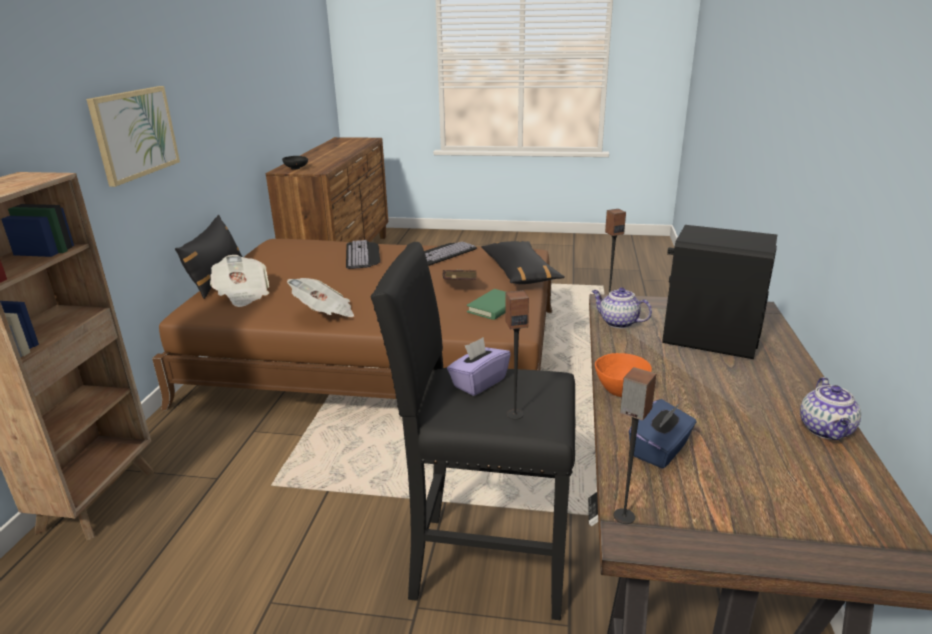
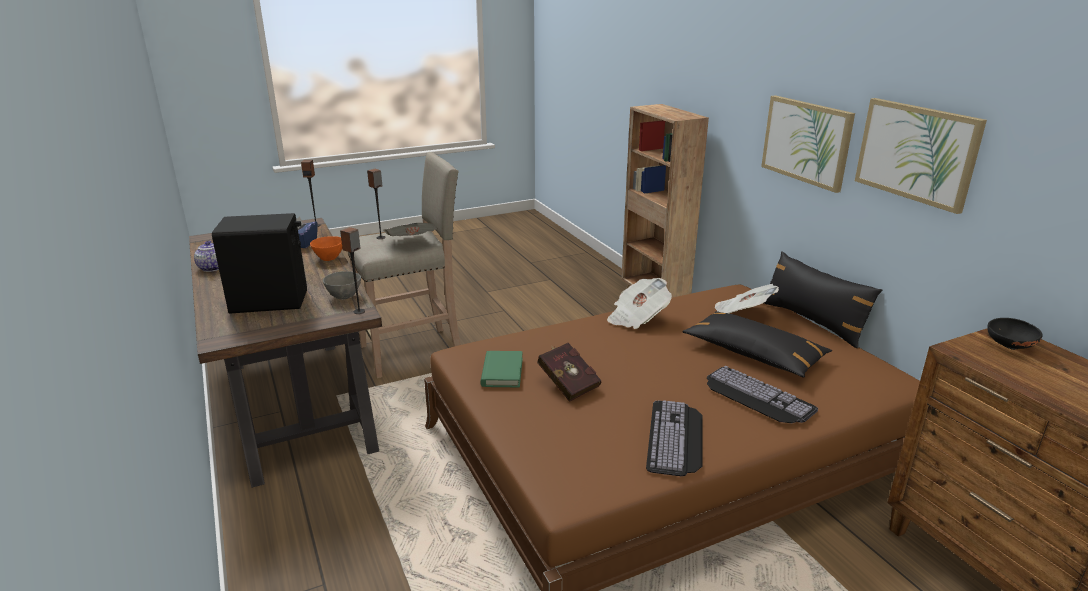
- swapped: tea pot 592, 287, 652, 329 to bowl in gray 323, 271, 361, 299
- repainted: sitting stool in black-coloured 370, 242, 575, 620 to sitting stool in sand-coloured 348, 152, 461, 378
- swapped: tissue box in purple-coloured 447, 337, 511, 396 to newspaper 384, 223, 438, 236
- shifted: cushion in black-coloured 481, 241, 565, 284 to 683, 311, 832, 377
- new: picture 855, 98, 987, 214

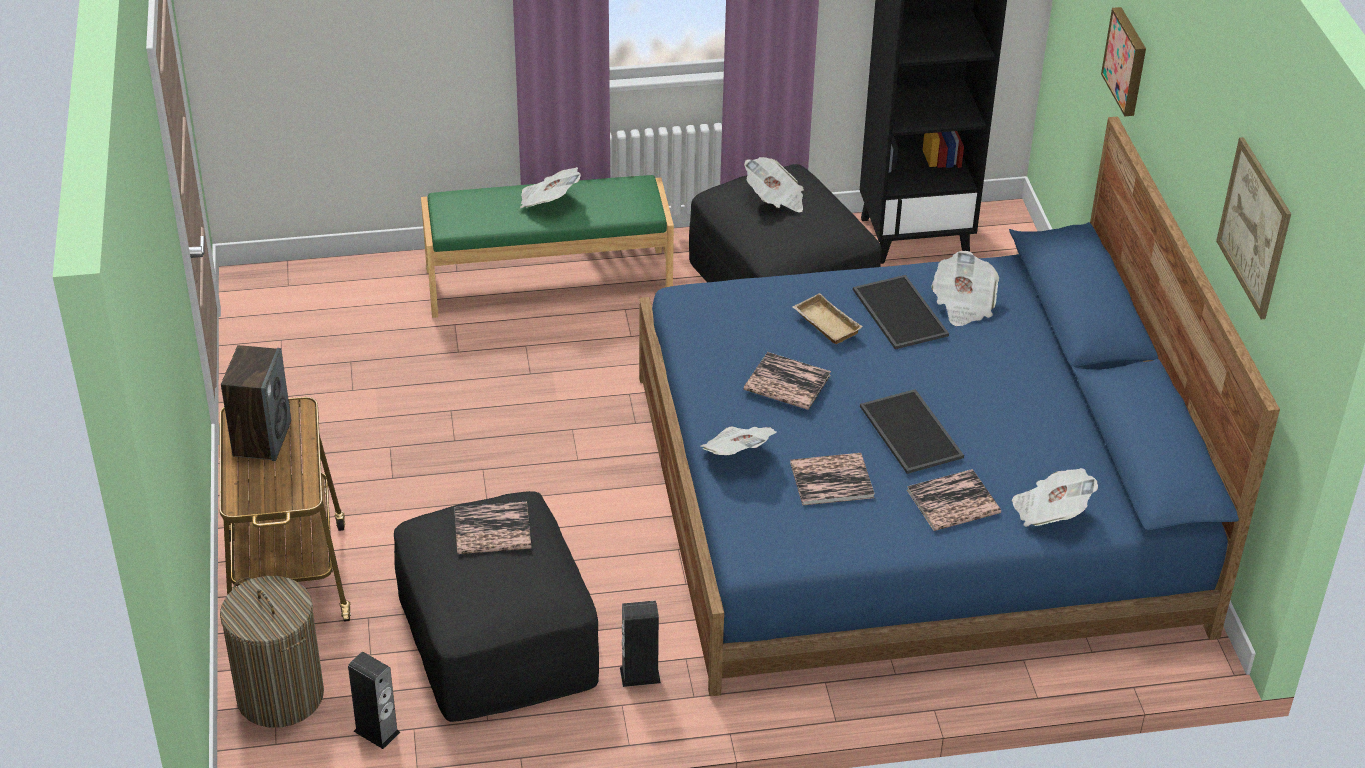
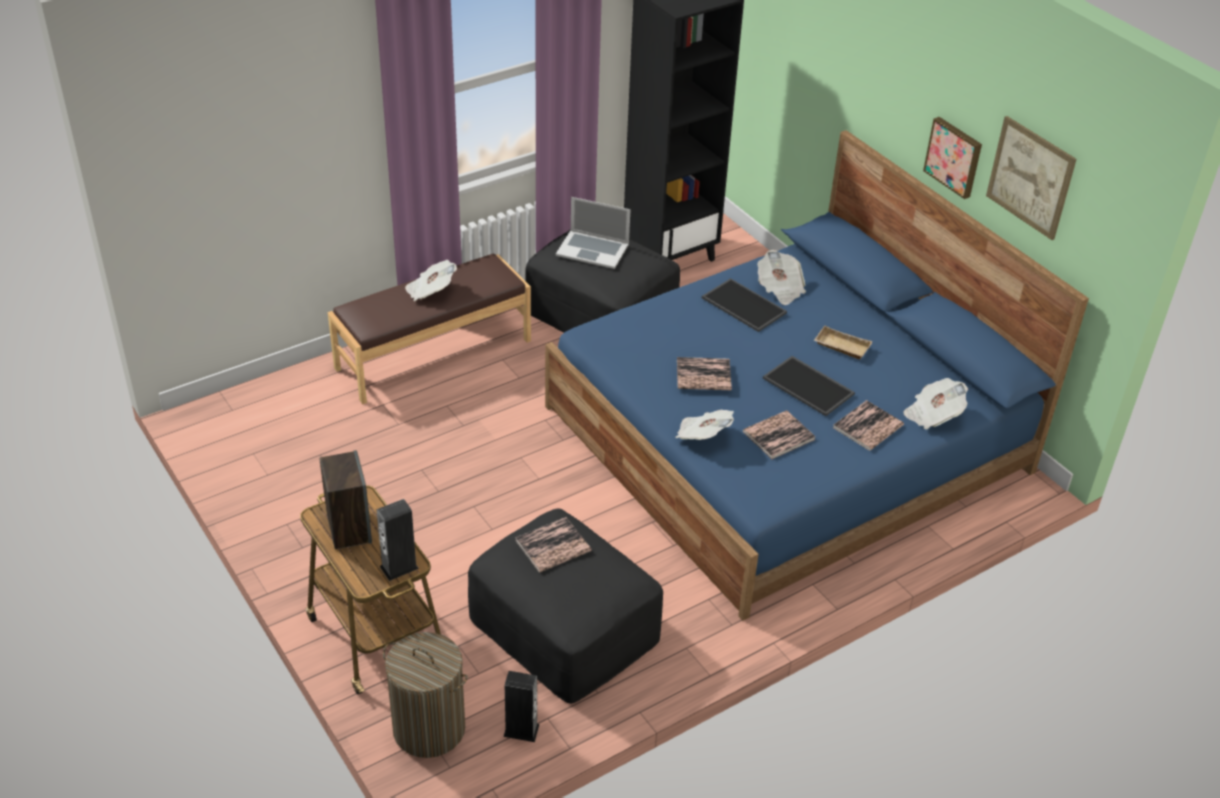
- repainted: indoor bench in green 421, 175, 674, 318 to indoor bench in brownish 328, 253, 531, 404
- shifted: speaker 620, 600, 661, 687 to 376, 499, 419, 581
- swapped: newspaper 744, 157, 804, 212 to notebook computer 556, 197, 631, 269
- shifted: carrying tray in sand-coloured 792, 293, 863, 344 to 814, 325, 873, 359
- shifted: picture 1101, 7, 1146, 116 to 923, 117, 982, 199

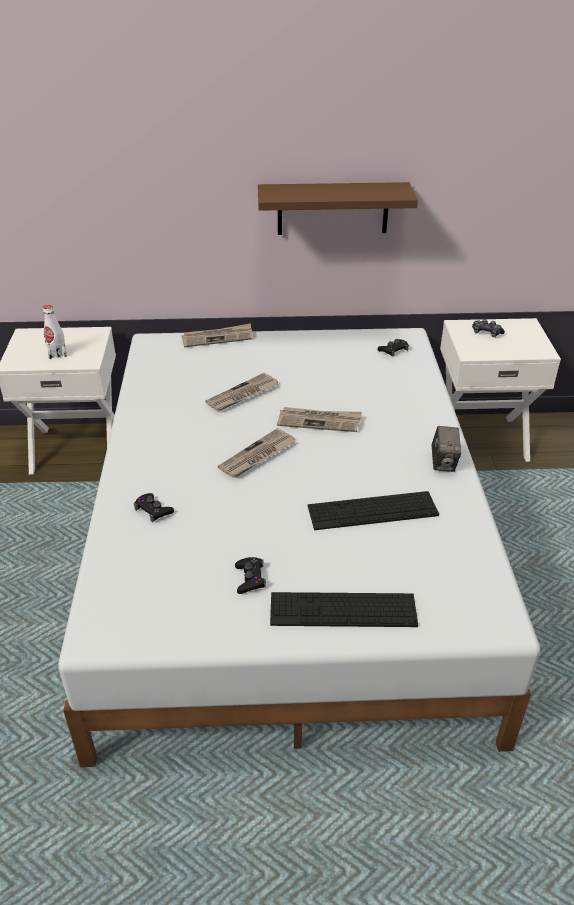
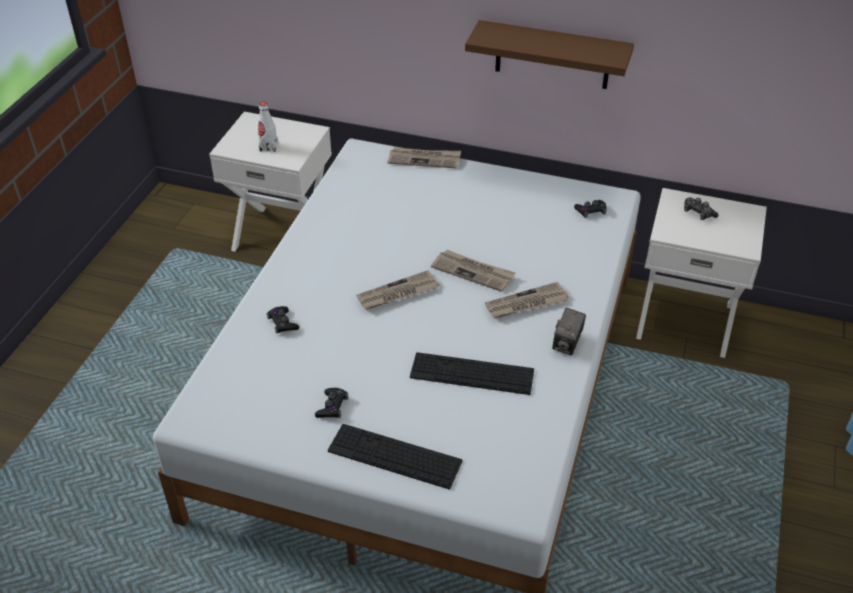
- shifted: newspaper 206, 373, 278, 412 to 485, 282, 569, 319

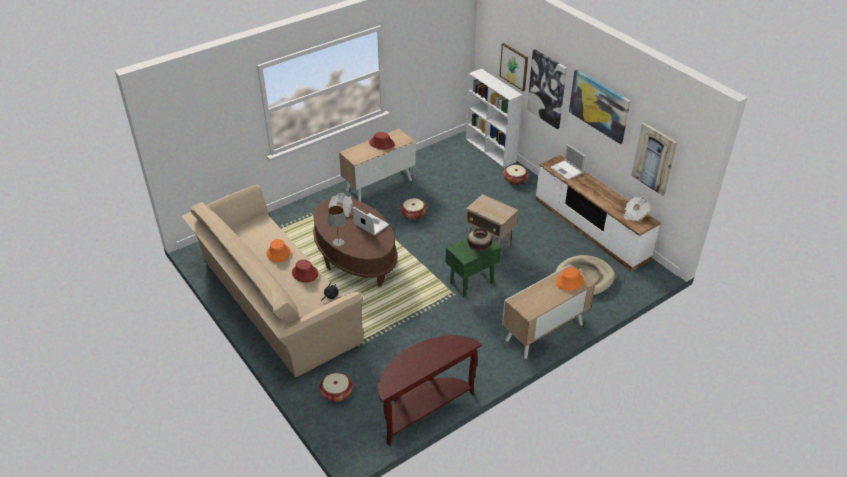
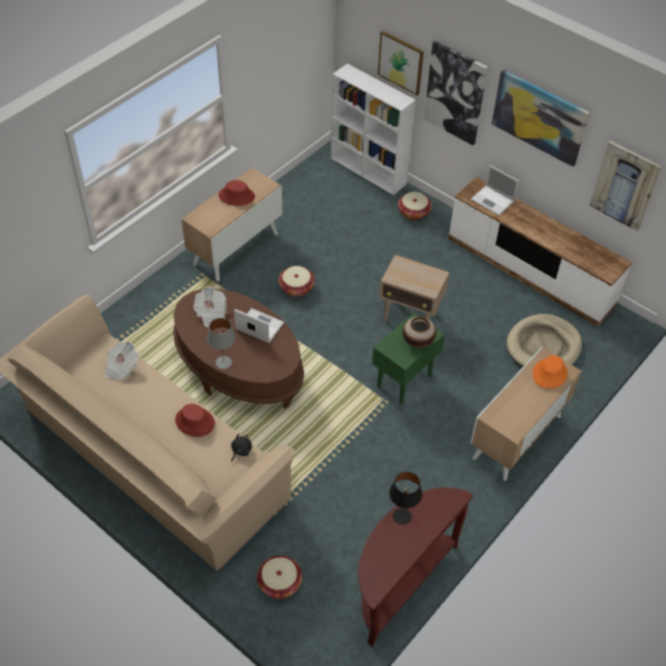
- shifted: newspaper 623, 197, 651, 222 to 104, 342, 139, 381
- new: table lamp in black-coloured 389, 472, 422, 525
- gone: hat in orange-coloured 267, 239, 291, 262

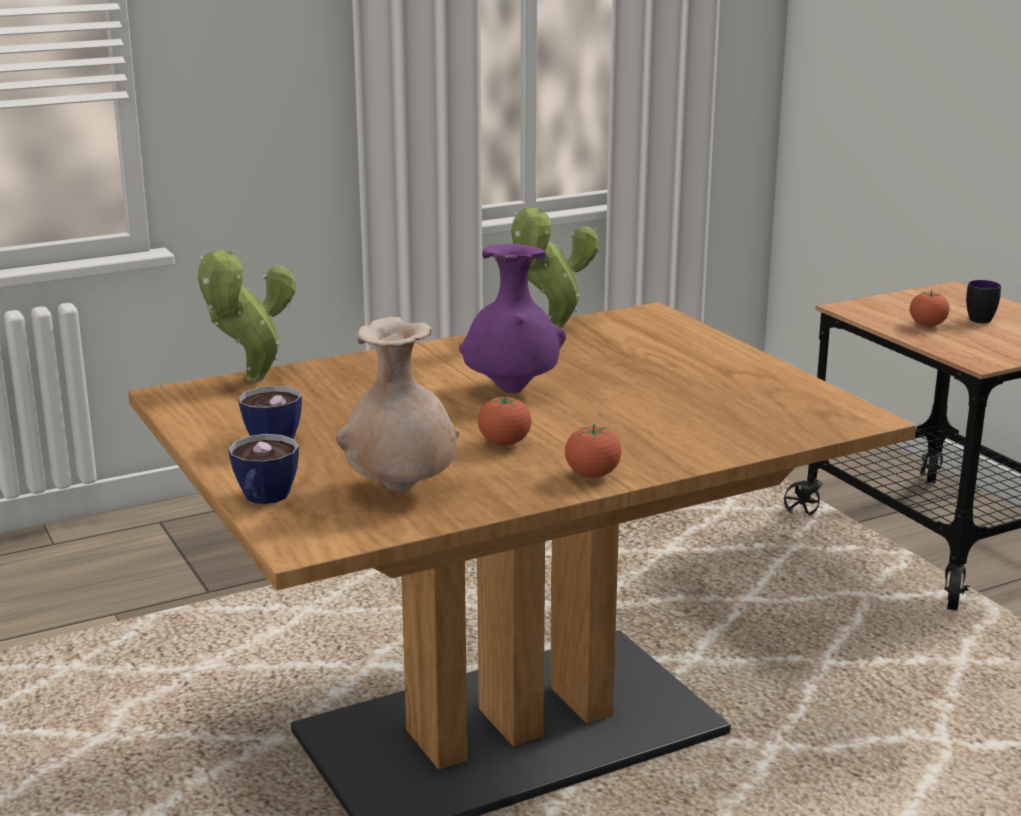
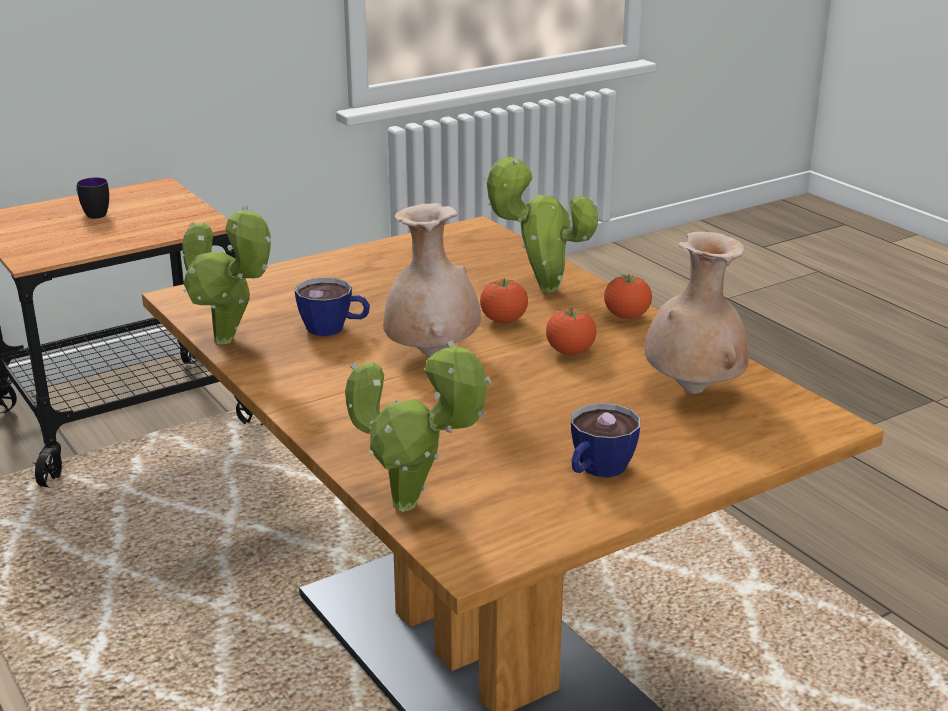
- shifted: small cup 228, 434, 299, 504 to 295, 277, 370, 336
- repainted: flower vase in purple-coloured 459, 244, 566, 393 to flower vase in sand-coloured 383, 203, 481, 357
- shifted: whole tomato 910, 290, 950, 326 to 480, 278, 528, 323
- new: houseplant 484, 157, 598, 293

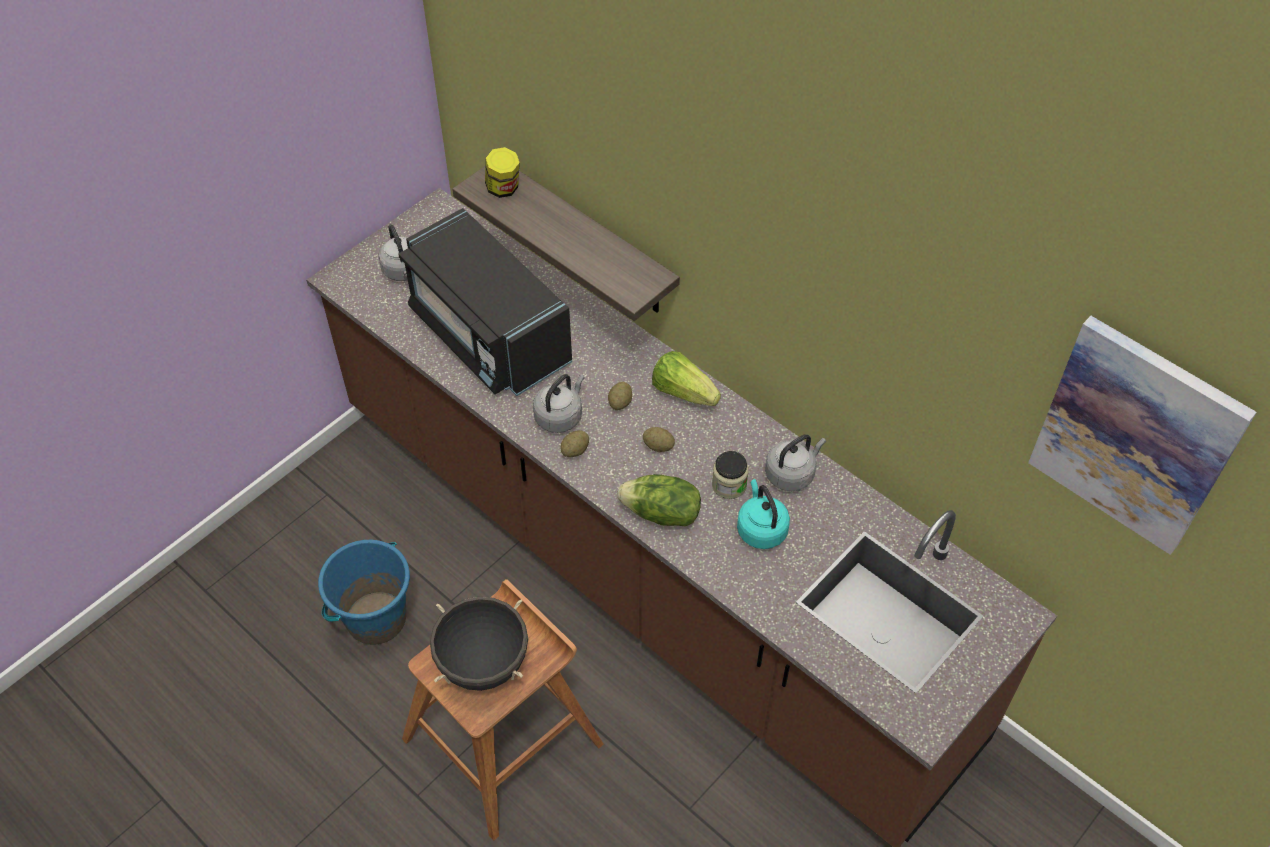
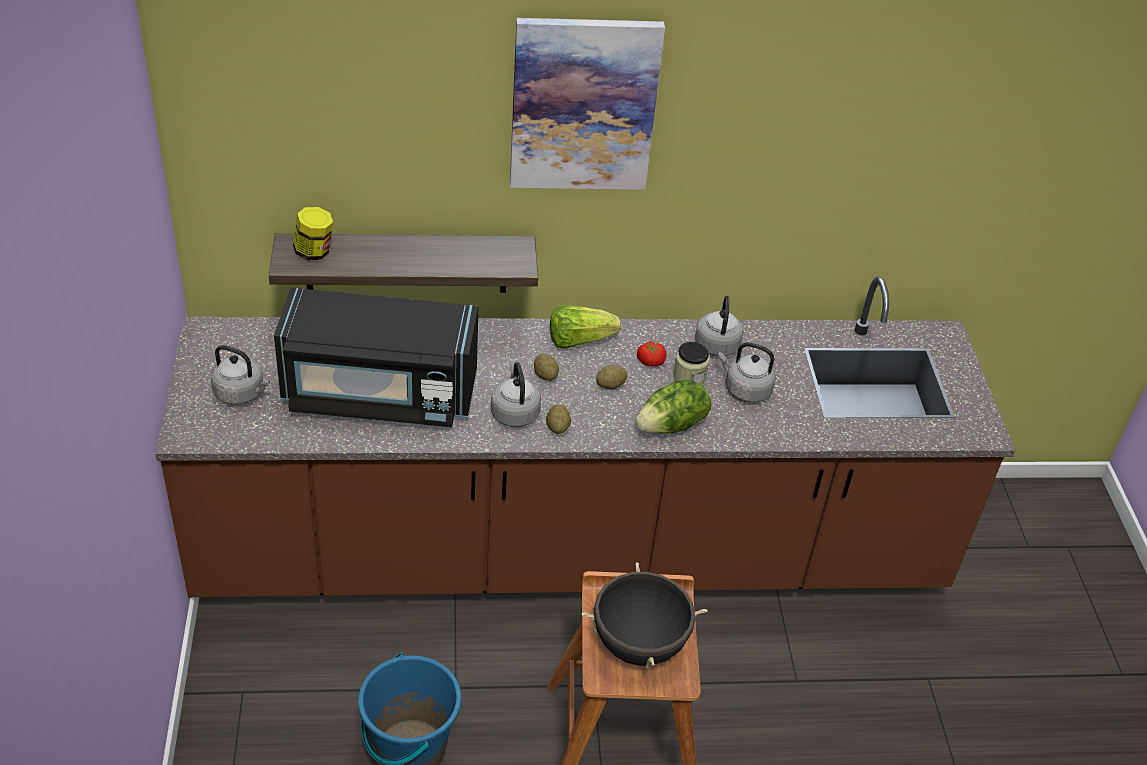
- shifted: picture 1028, 316, 1257, 555 to 510, 18, 665, 190
- new: whole tomato 637, 341, 667, 367
- repainted: tea kettle in turquoise-coloured 737, 479, 790, 549 to tea kettle in gray 718, 342, 776, 403

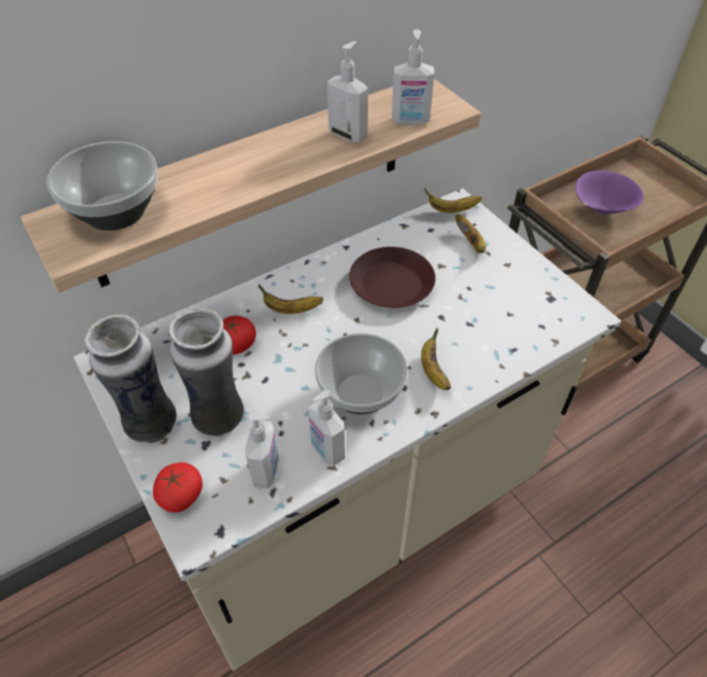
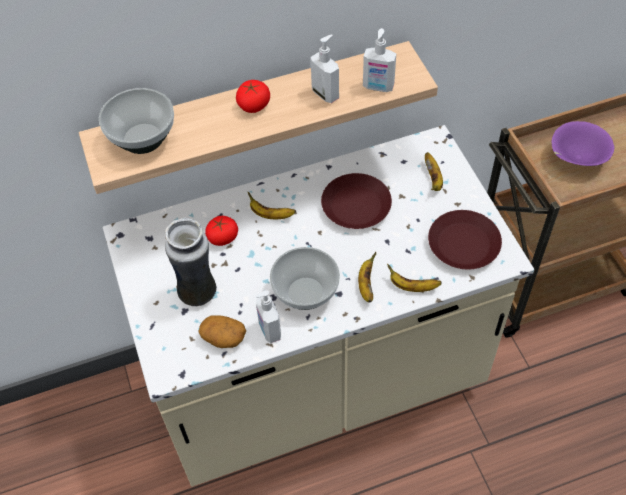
- swapped: liquid soap bottle 245, 413, 279, 488 to potato 198, 315, 246, 348
- shifted: whole tomato 153, 462, 203, 513 to 236, 80, 270, 113
- shifted: banana 424, 188, 482, 213 to 387, 264, 442, 292
- new: plate in brownish 428, 210, 502, 269
- gone: flower vase 84, 314, 177, 443

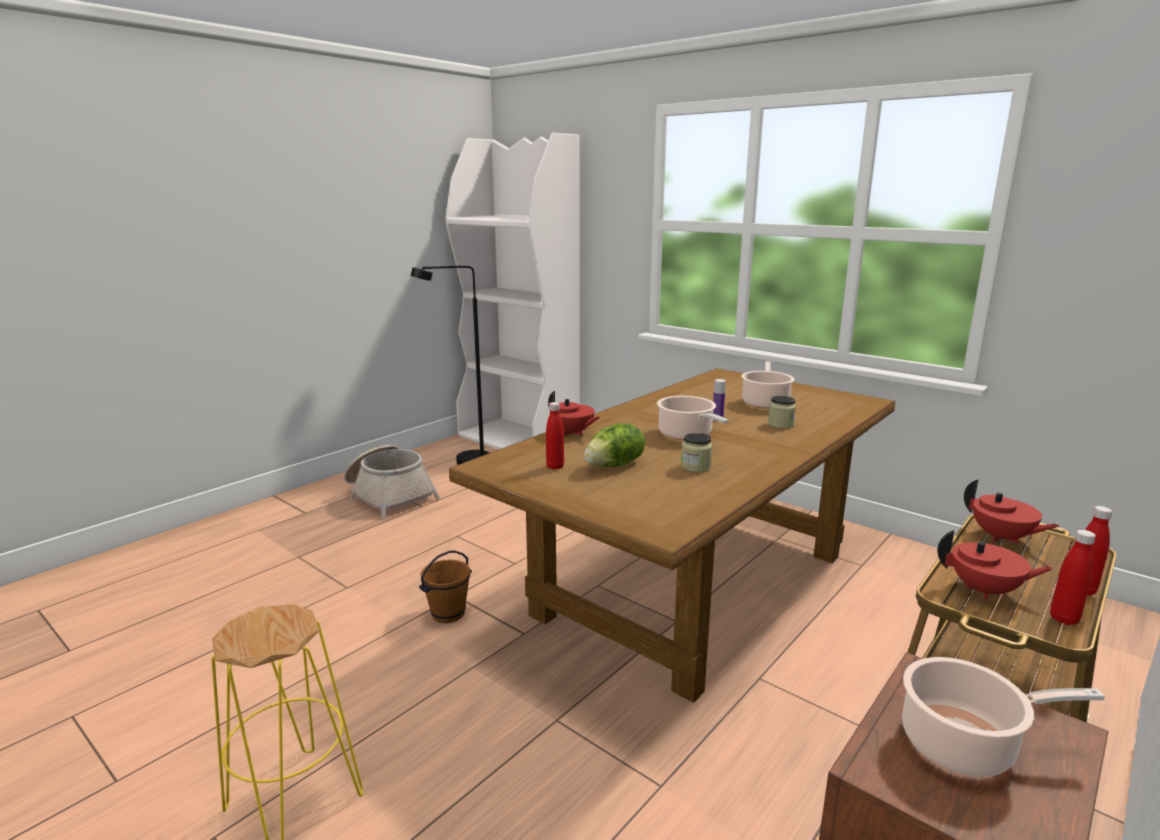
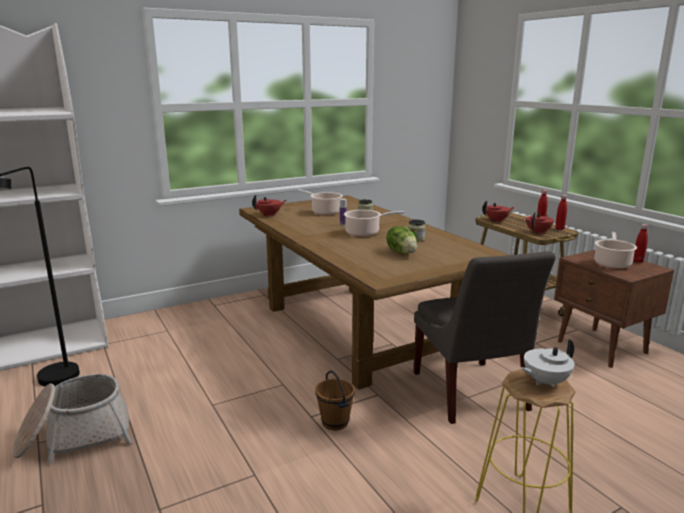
- shifted: tea pot in red-coloured 548, 391, 600, 436 to 252, 195, 287, 217
- new: upright chair in gray 413, 251, 556, 424
- new: tea pot in whitish 520, 339, 575, 387
- shifted: bottle in red-coloured 546, 402, 564, 470 to 633, 224, 648, 263

